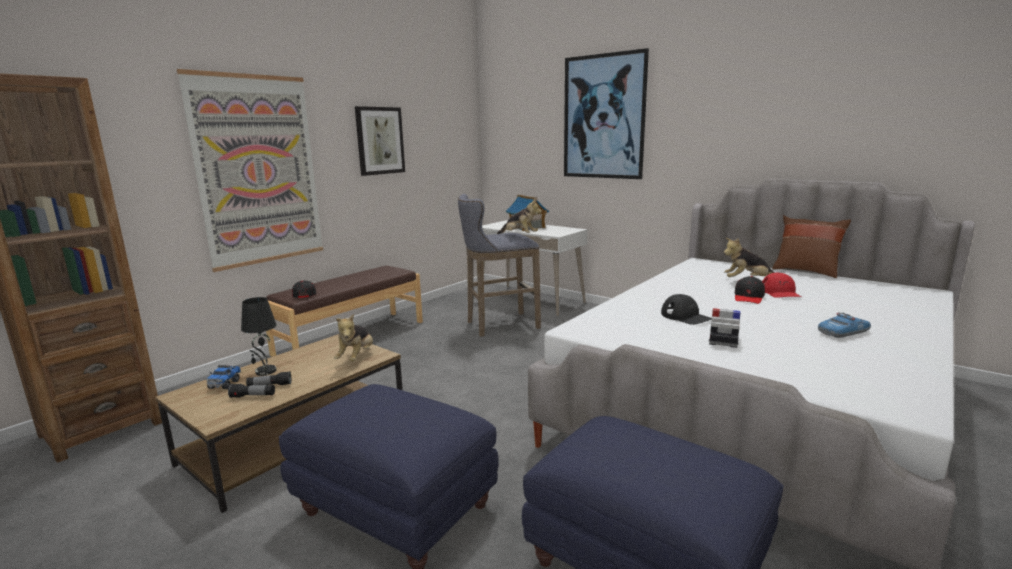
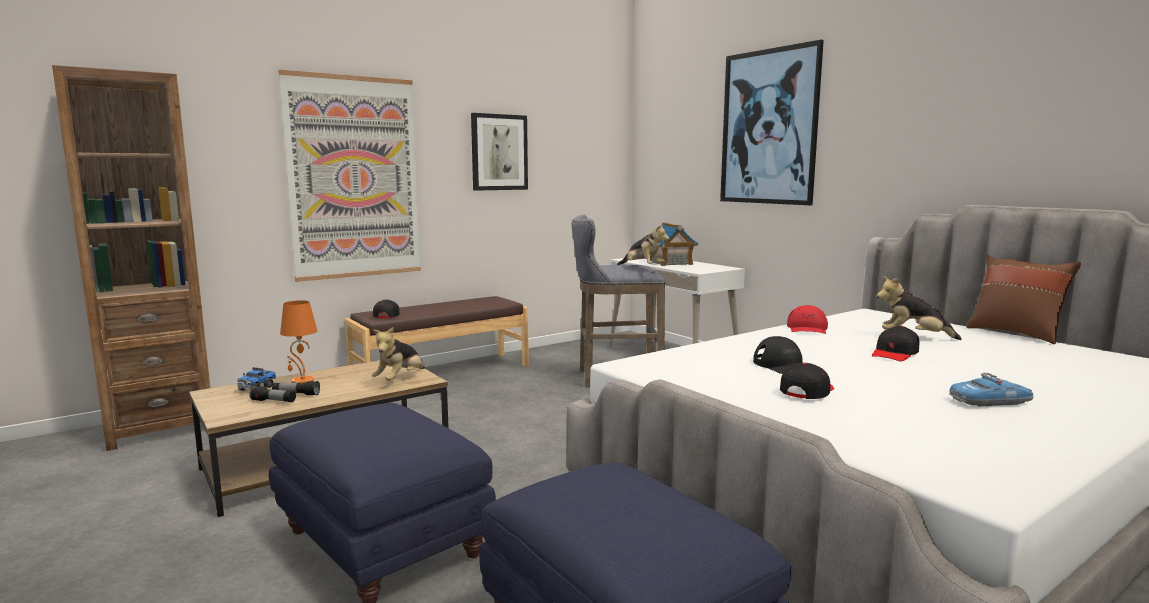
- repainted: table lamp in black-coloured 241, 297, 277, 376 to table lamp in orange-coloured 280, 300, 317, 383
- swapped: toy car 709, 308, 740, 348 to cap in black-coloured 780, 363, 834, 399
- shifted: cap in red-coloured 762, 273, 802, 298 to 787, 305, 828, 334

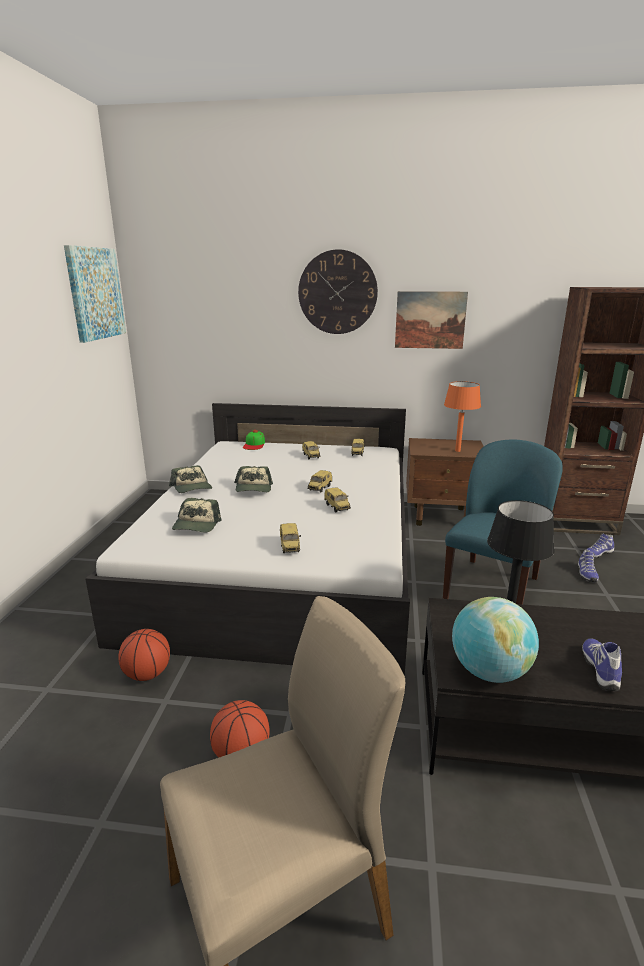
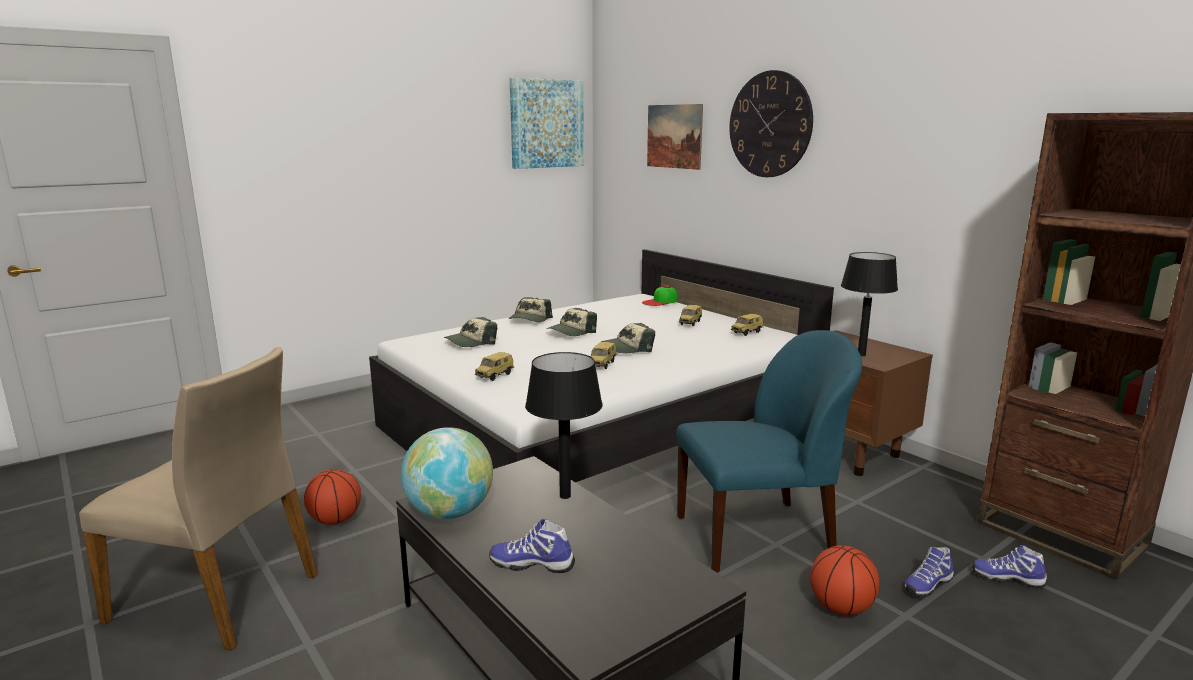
- rotated: item of footwear 582, 638, 622, 691 = 489, 519, 575, 573 135 degrees counterclockwise
- swapped: toy car 307, 470, 332, 493 to cap 601, 323, 655, 353
- shifted: picture 395, 291, 468, 349 to 647, 104, 703, 170
- shifted: basketball 119, 629, 170, 681 to 810, 545, 879, 615
- repainted: table lamp in orange-coloured 444, 381, 481, 452 to table lamp in black-coloured 841, 252, 898, 356

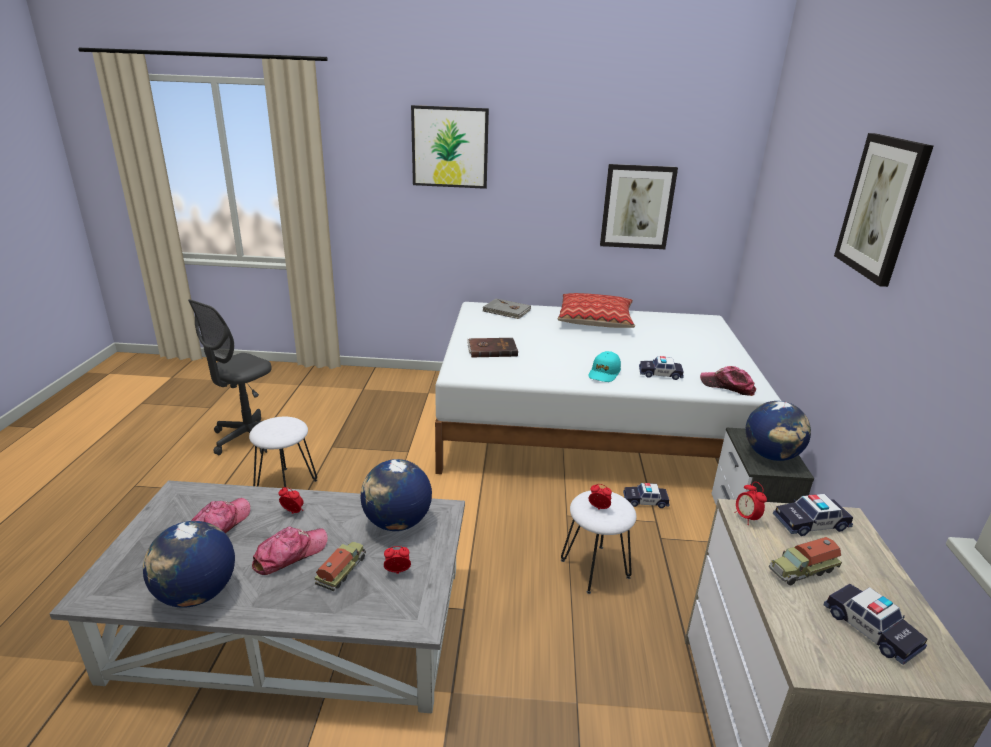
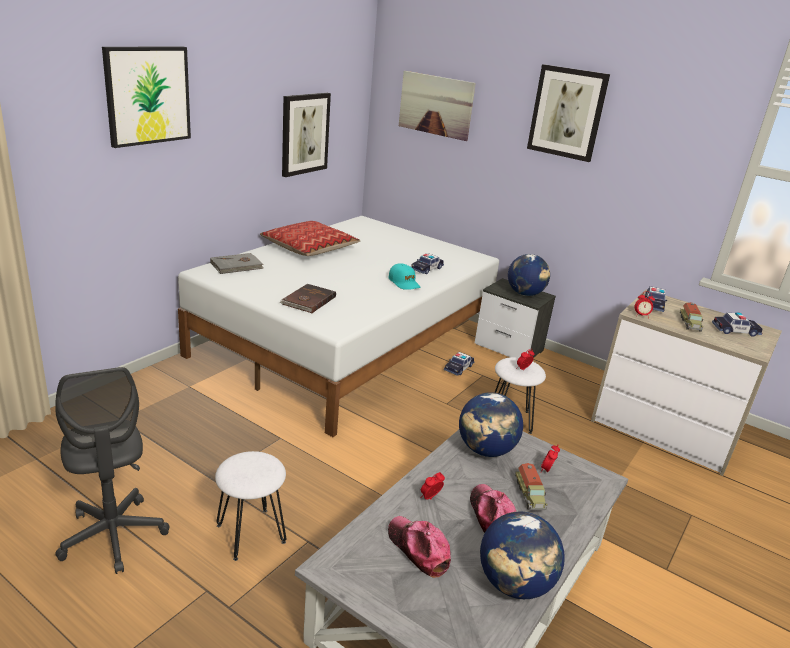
- new: picture 399, 71, 476, 141
- rotated: model truck 315, 542, 366, 591 = 515, 463, 548, 510 150 degrees counterclockwise
- gone: cap 700, 366, 756, 396

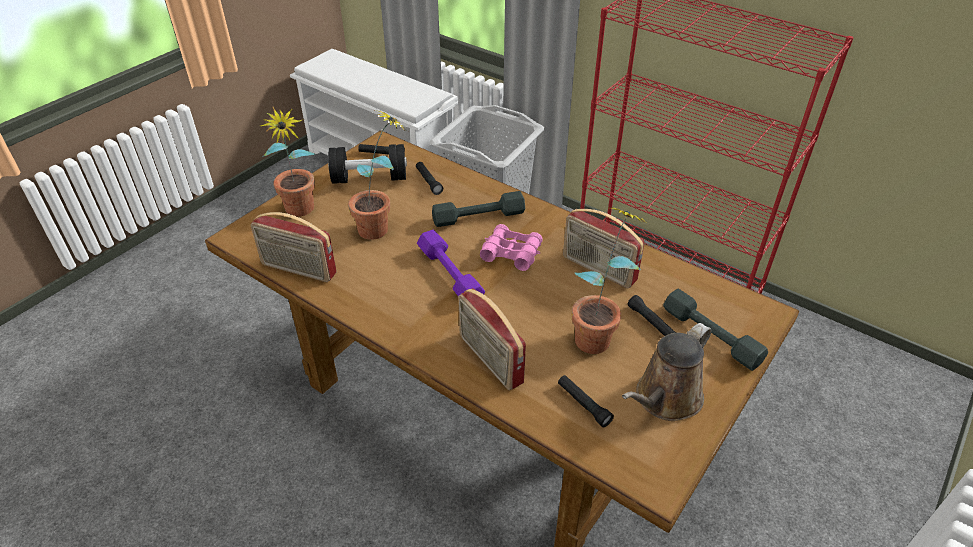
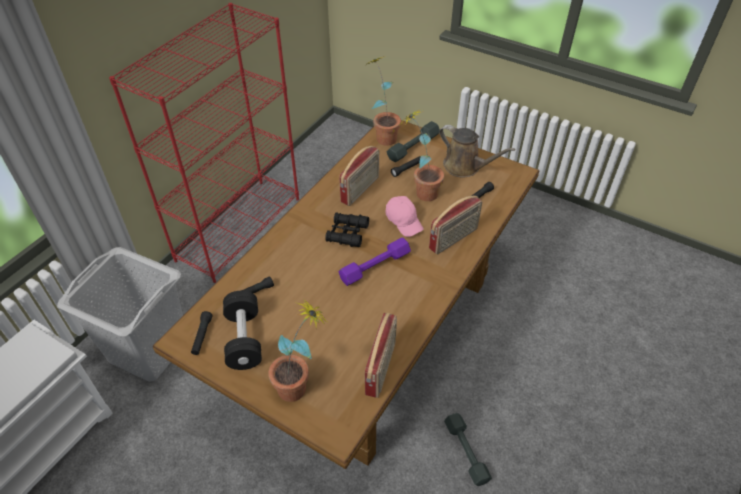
- repainted: binoculars in pinkish 480, 224, 543, 271 to binoculars in black-coloured 325, 212, 369, 247
- shifted: houseplant 348, 110, 403, 240 to 366, 57, 401, 146
- new: cap in pinkish 385, 196, 424, 237
- shifted: hand weight in gray 432, 191, 525, 227 to 444, 413, 492, 486

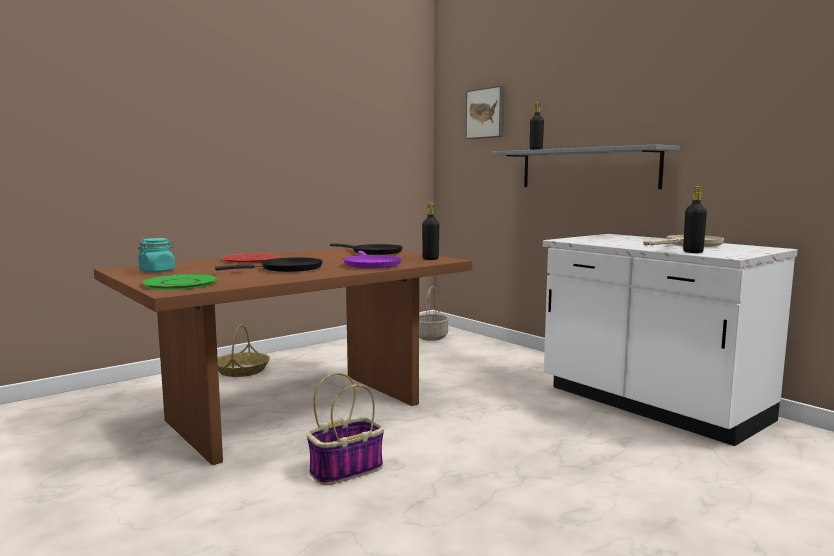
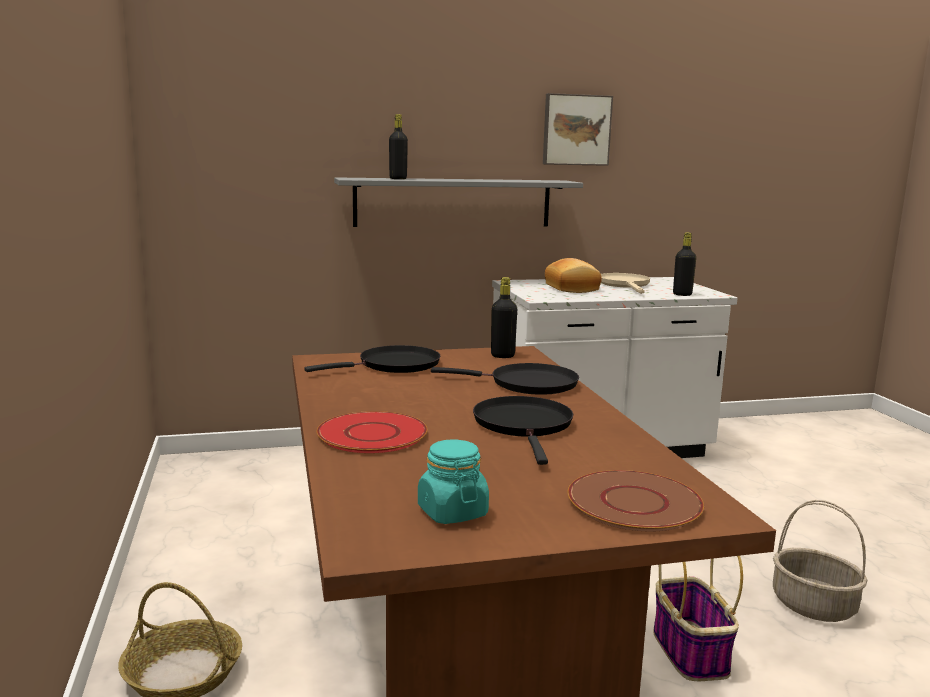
- repainted: skillet in purple-coloured 343, 251, 402, 268 to skillet in black-coloured 431, 363, 579, 395
- shifted: picture 466, 86, 505, 139 to 543, 93, 613, 166
- new: bread 545, 258, 602, 293
- repainted: plate in green 140, 274, 219, 290 to plate in brownish 568, 470, 704, 531
- shifted: household basket 419, 286, 449, 341 to 773, 500, 867, 622

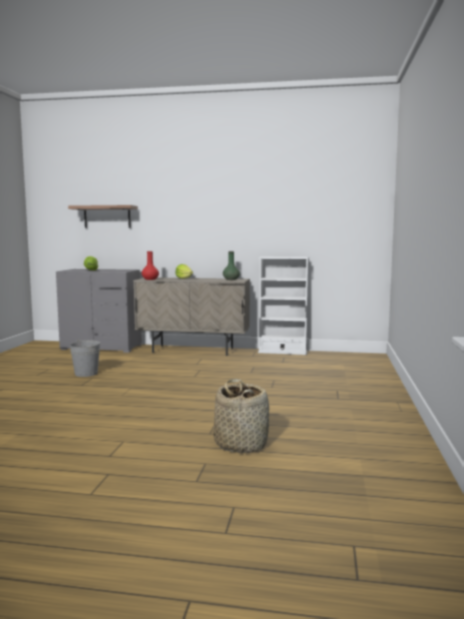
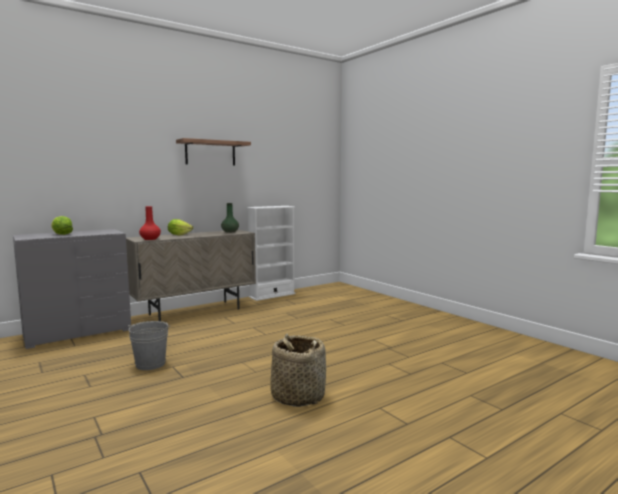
- shifted: wall shelf 68, 205, 138, 228 to 176, 138, 251, 165
- shifted: household basket 213, 379, 269, 453 to 270, 334, 326, 407

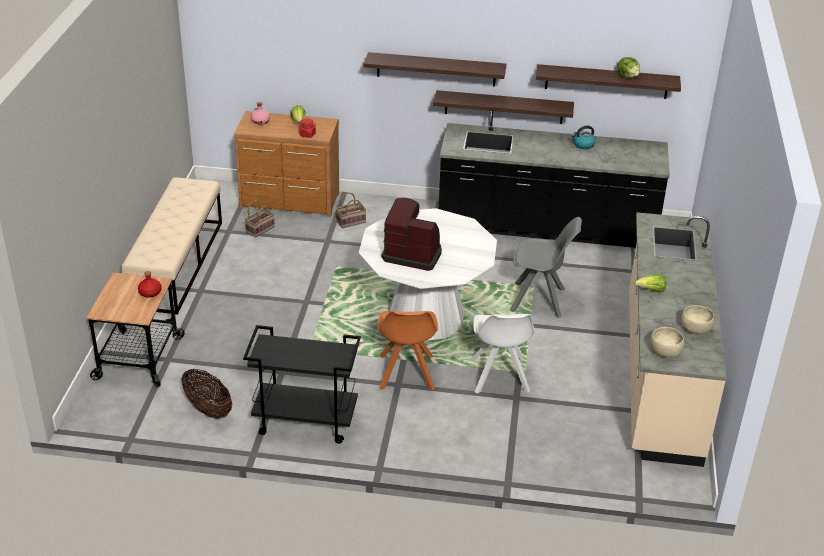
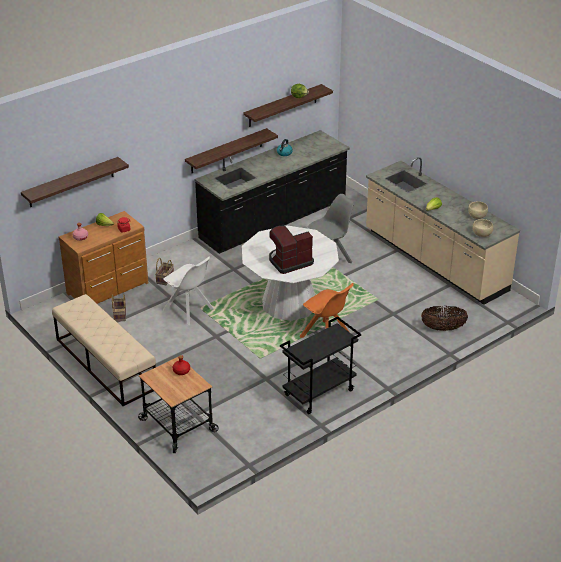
- shifted: wall shelf 364, 52, 506, 86 to 21, 157, 129, 207
- shifted: upright chair in whitish 470, 314, 535, 394 to 163, 256, 214, 325
- shifted: household basket 181, 369, 232, 419 to 421, 306, 468, 331

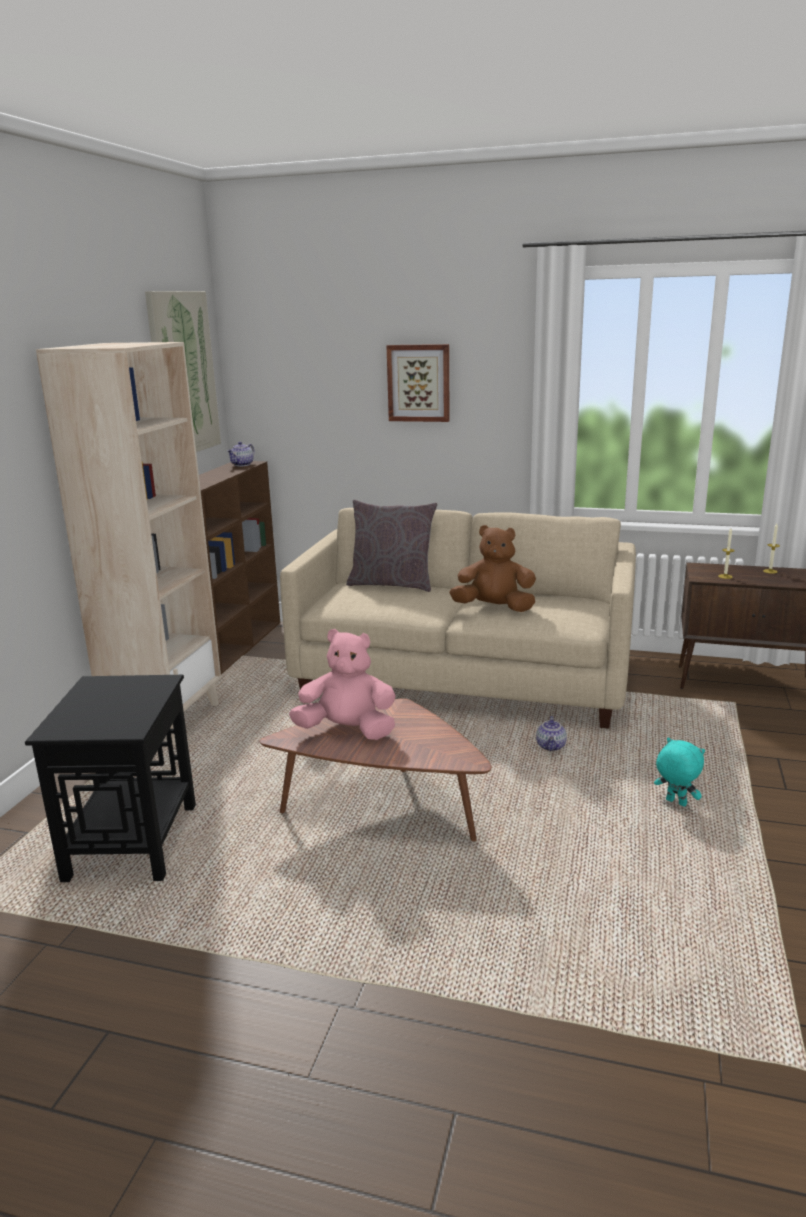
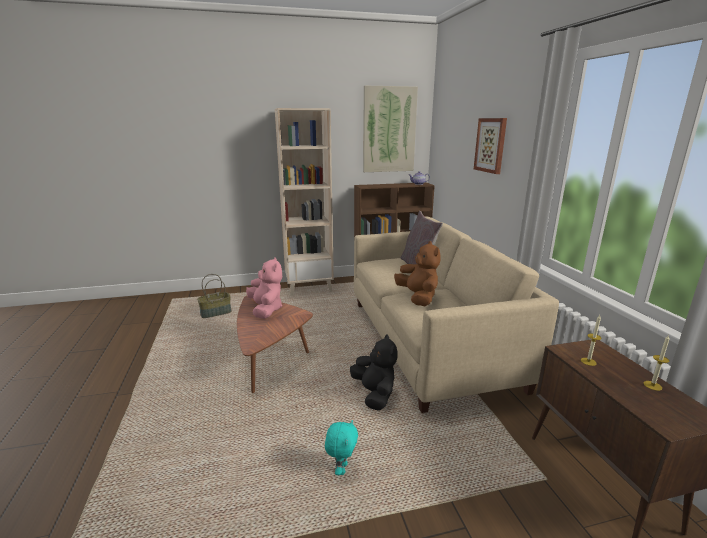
- swapped: side table in black-coloured 25, 675, 196, 882 to household basket 197, 274, 232, 318
- swapped: tea pot 536, 716, 567, 751 to plush toy in black-coloured 350, 334, 398, 411

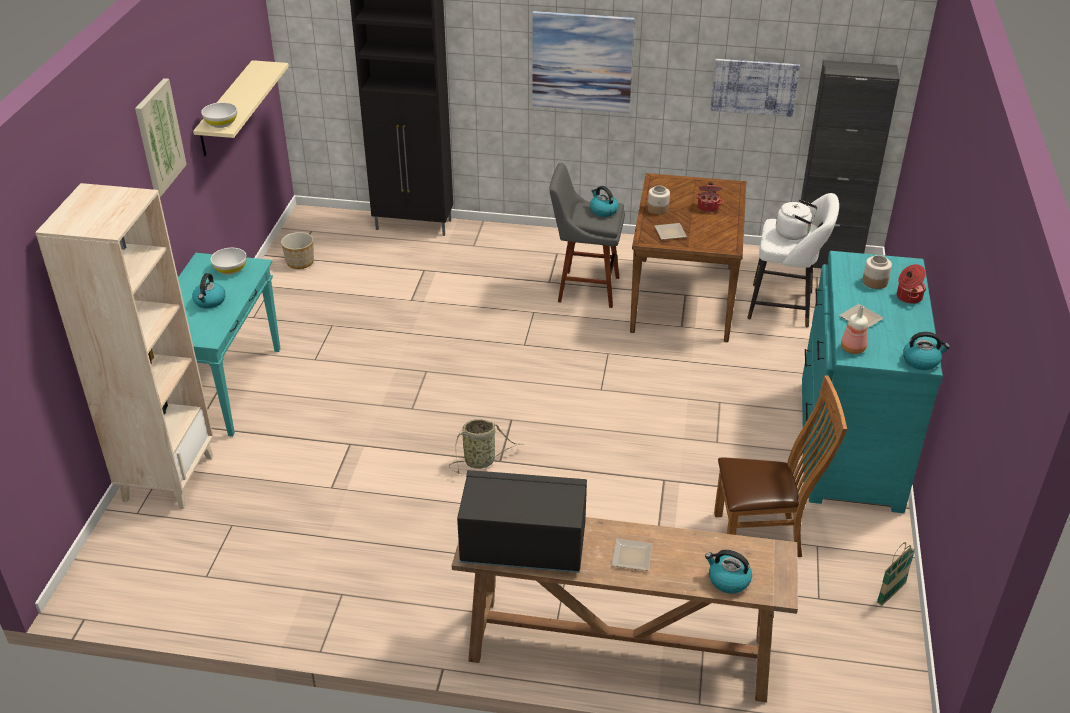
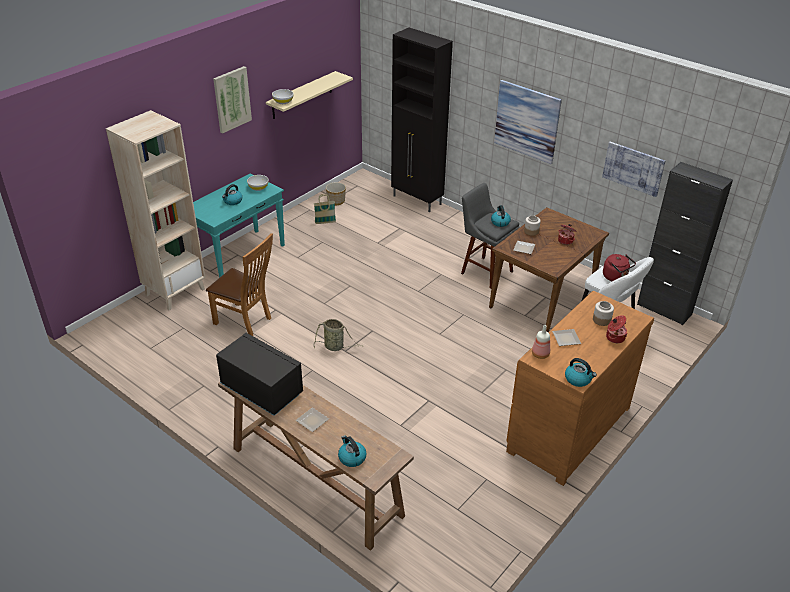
- shifted: upright chair in brownish 714, 375, 847, 557 to 206, 233, 273, 336
- shifted: household basket 877, 542, 915, 606 to 314, 194, 336, 224
- repainted: dresser in turquoise-coloured 802, 251, 943, 513 to dresser in brownish 506, 290, 654, 486
- repainted: tea kettle in whitish 776, 199, 818, 240 to tea kettle in red-coloured 603, 254, 636, 281

